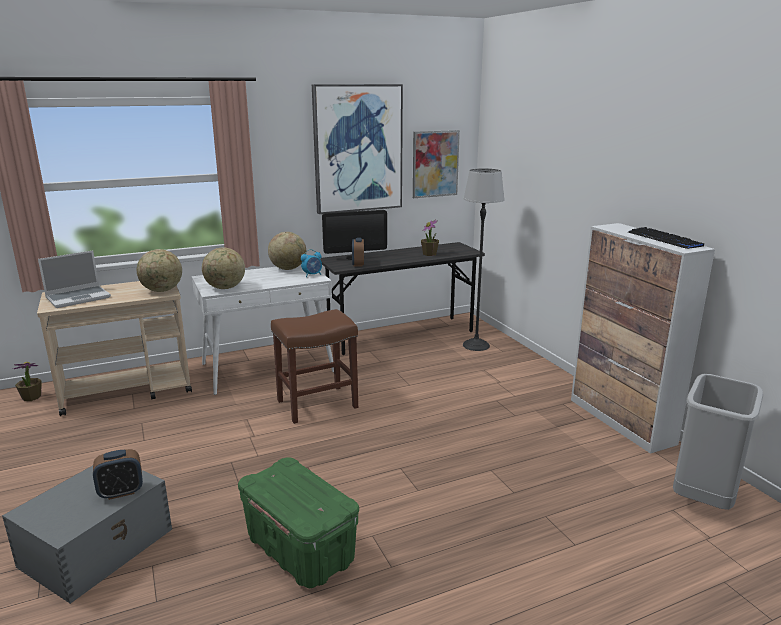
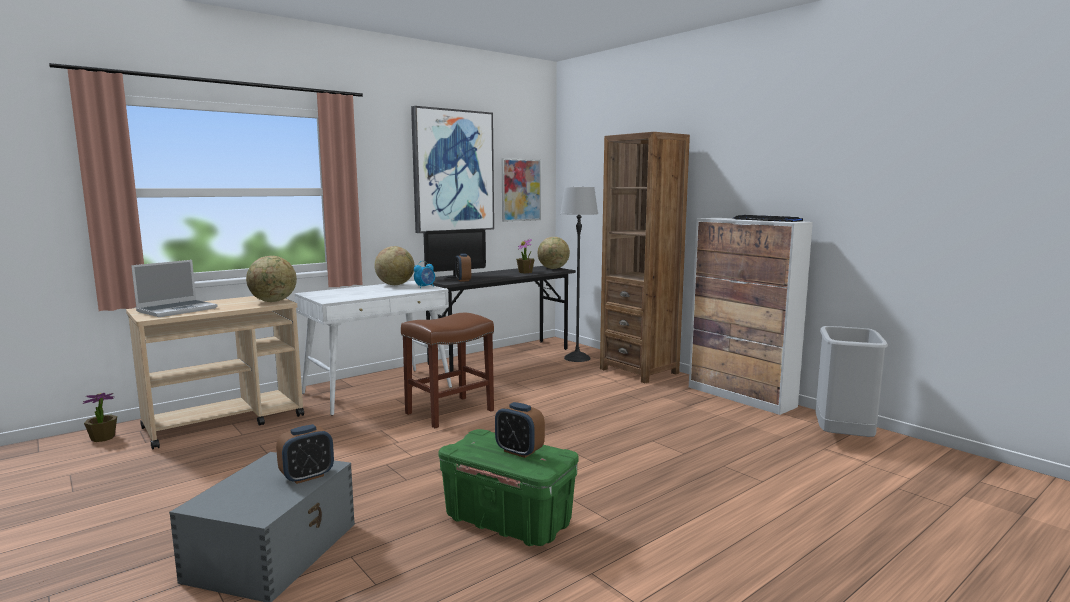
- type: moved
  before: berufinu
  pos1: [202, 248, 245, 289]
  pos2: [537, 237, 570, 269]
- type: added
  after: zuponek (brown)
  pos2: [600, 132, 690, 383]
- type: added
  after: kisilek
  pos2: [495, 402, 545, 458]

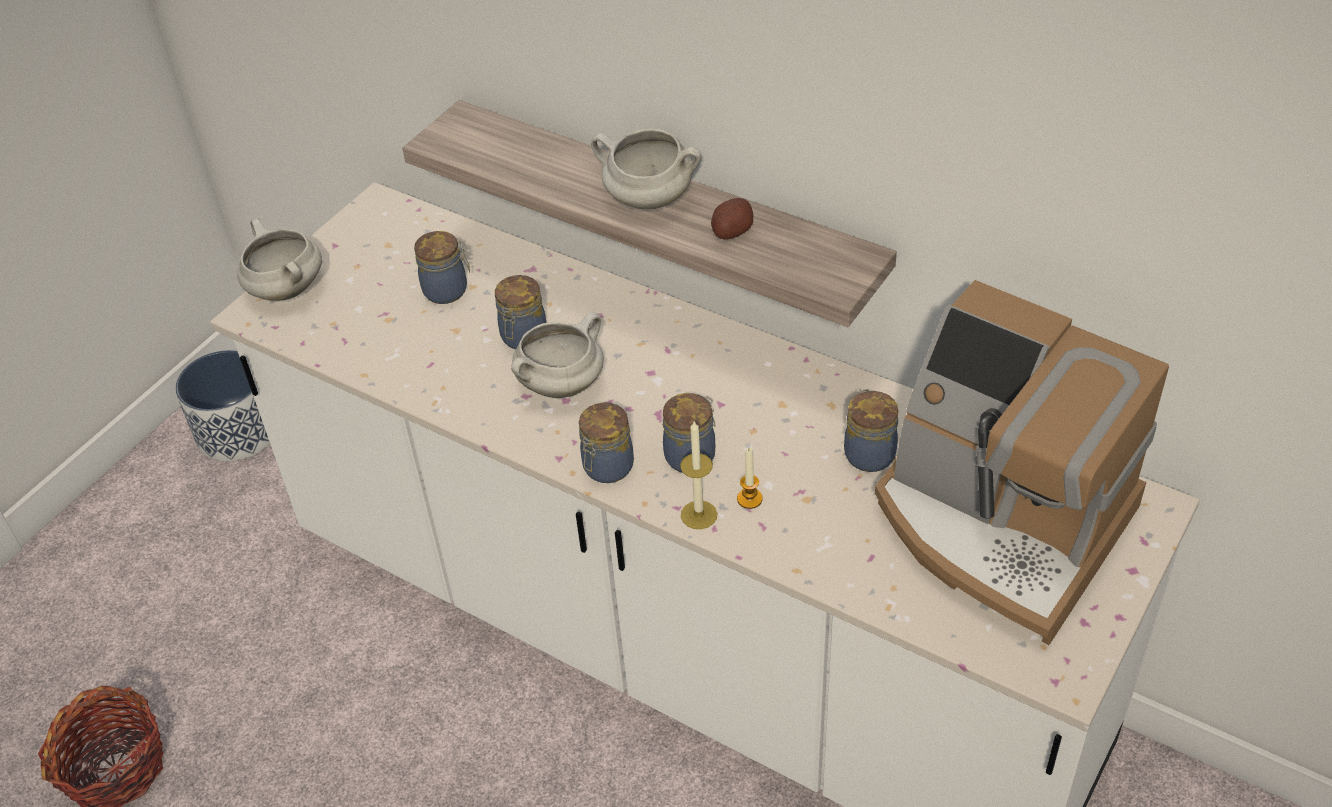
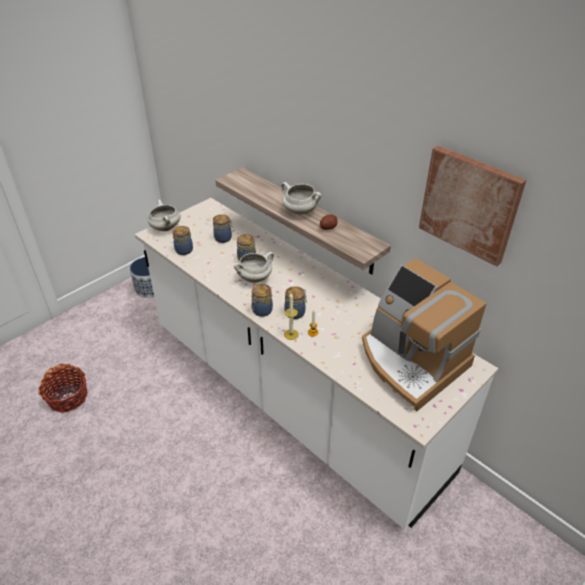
- type: moved
  before: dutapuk
  pos1: [844, 389, 898, 472]
  pos2: [172, 226, 193, 255]
- type: added
  after: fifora
  pos2: [419, 146, 526, 266]

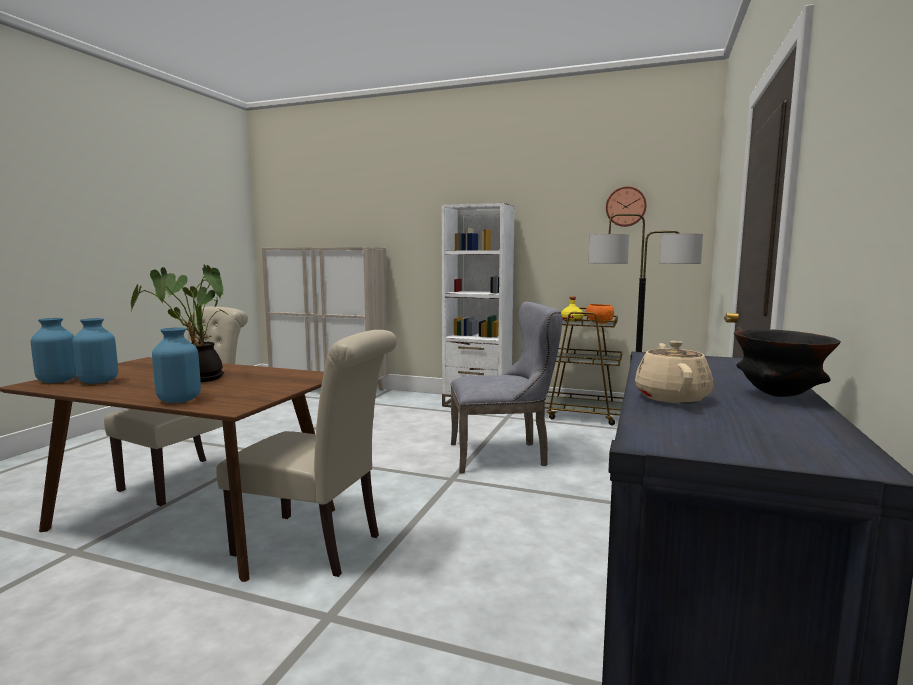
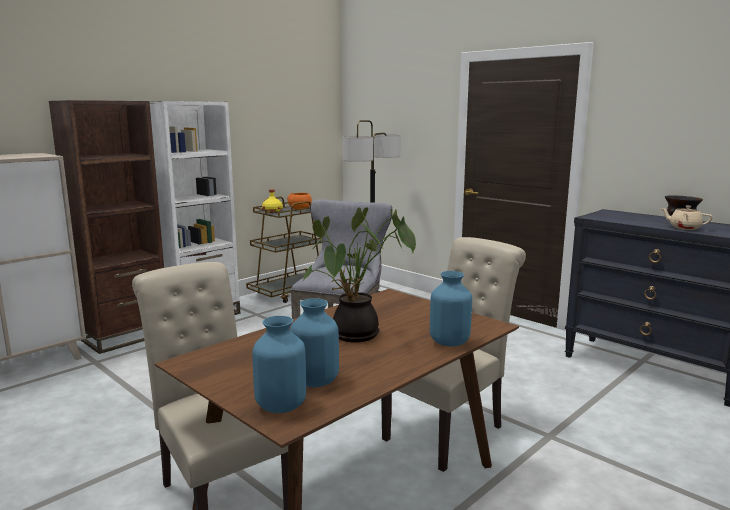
- type: removed
  before: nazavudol
  pos1: [606, 186, 647, 227]
- type: added
  after: zuponek (brown)
  pos2: [49, 100, 164, 354]

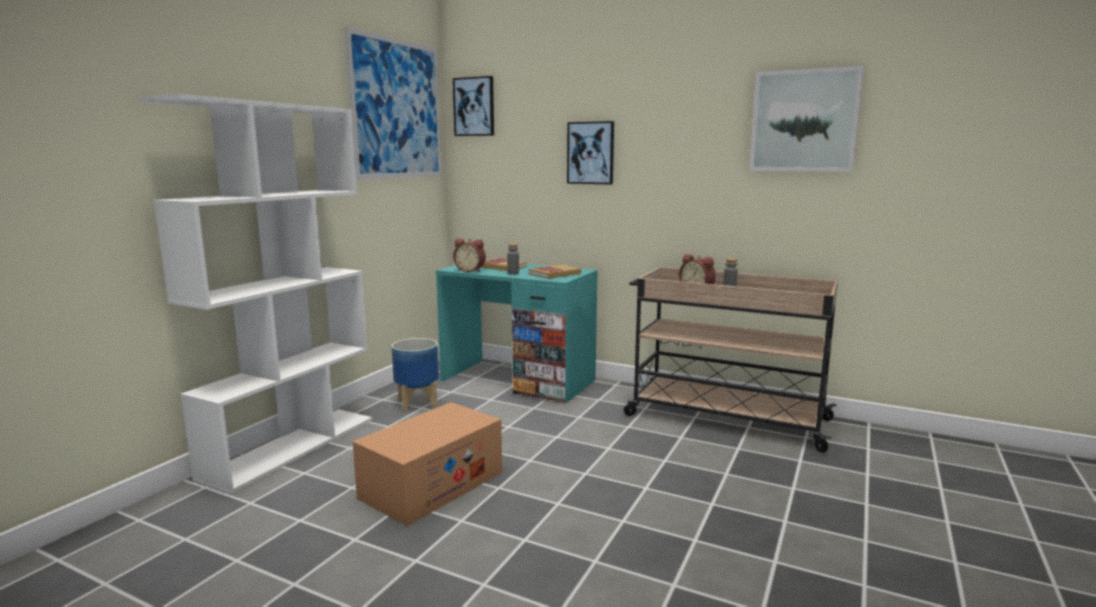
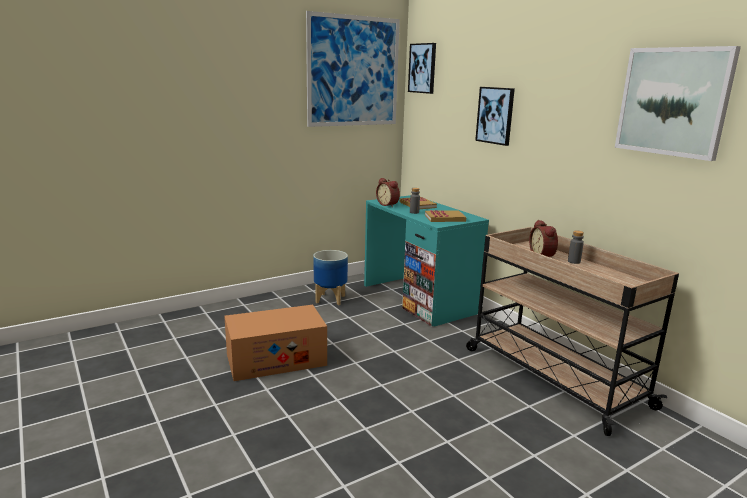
- type: removed
  before: zuponek (white)
  pos1: [139, 94, 372, 494]

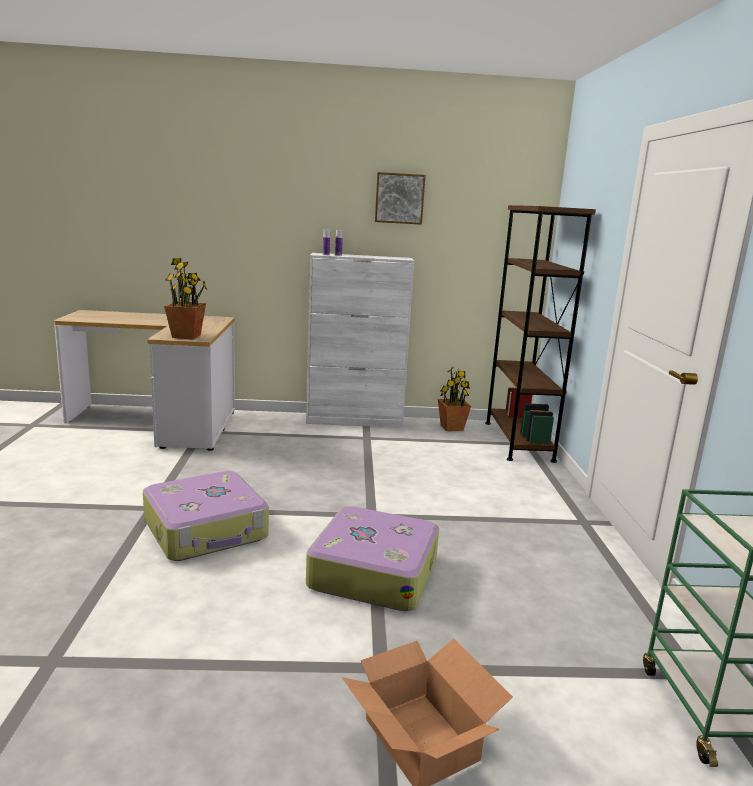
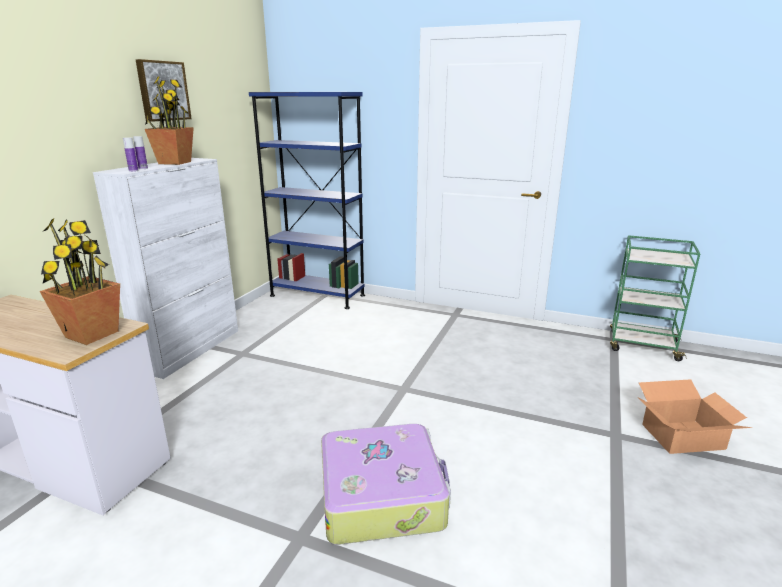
- type: recoloured
  before: zuponek (brown)
  after: zuponek (blue)
  pos1: [485, 205, 596, 463]
  pos2: [249, 92, 365, 309]
- type: moved
  before: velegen
  pos1: [438, 367, 471, 431]
  pos2: [145, 76, 194, 165]
- type: removed
  before: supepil
  pos1: [306, 506, 439, 611]

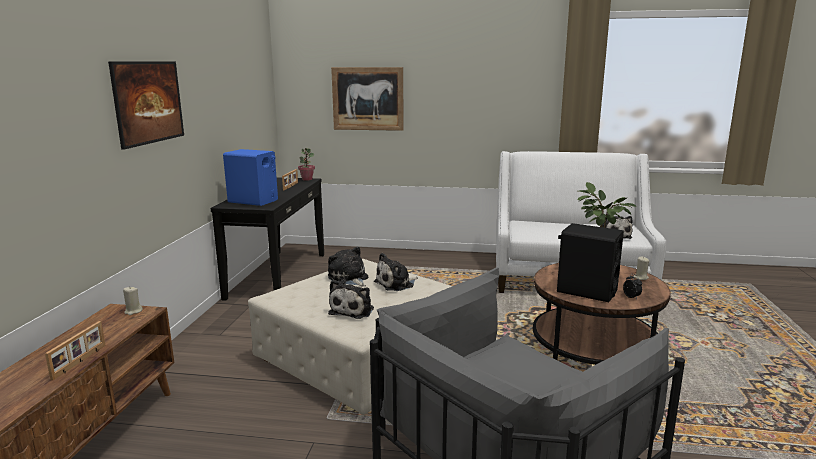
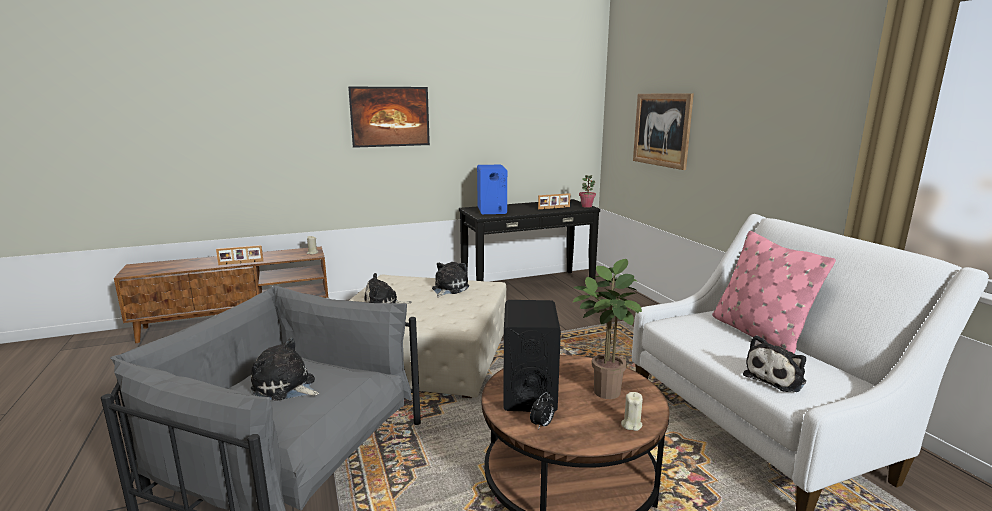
- type: moved
  before: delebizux
  pos1: [374, 253, 418, 291]
  pos2: [251, 338, 319, 401]
- type: added
  after: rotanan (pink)
  pos2: [712, 231, 836, 354]

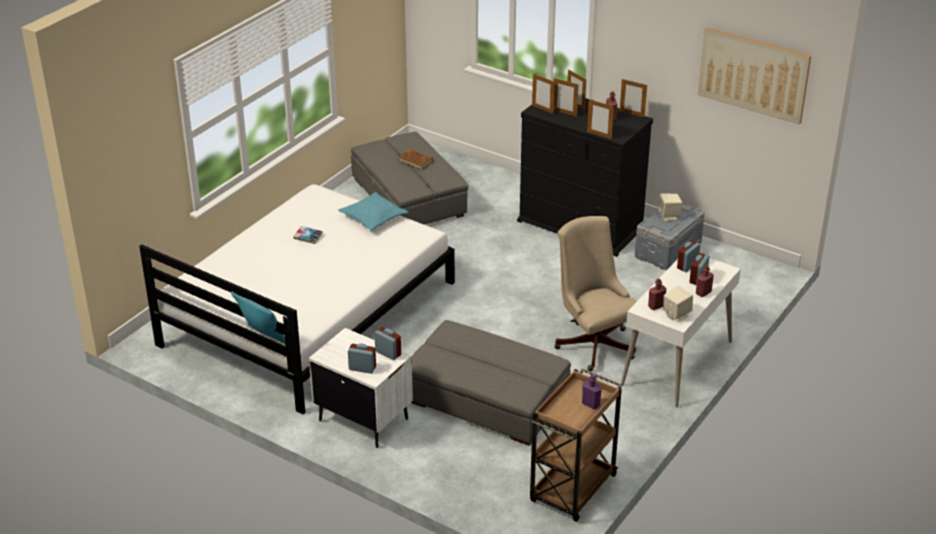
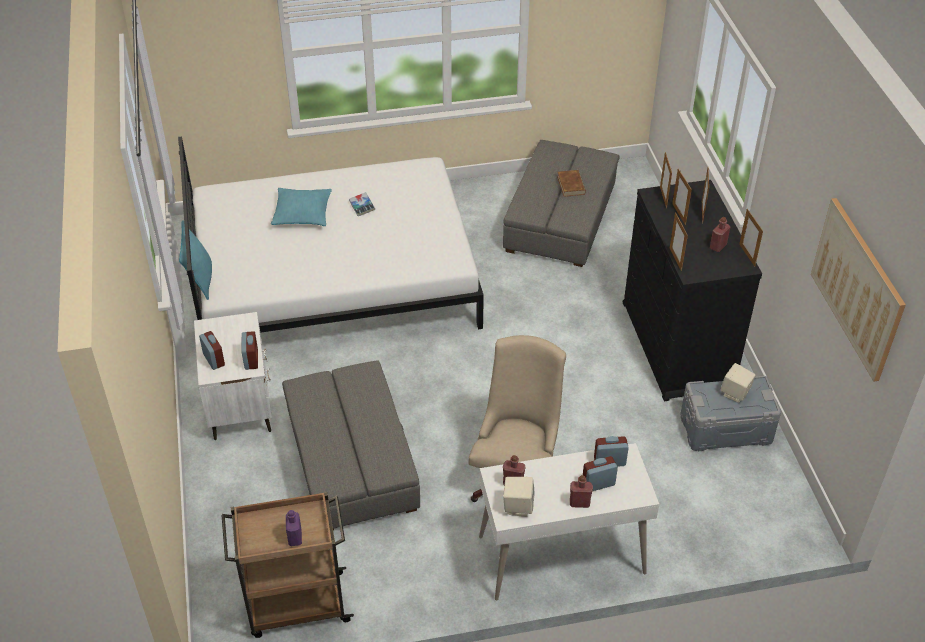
- type: moved
  before: rotanan (turquoise)
  pos1: [339, 192, 408, 231]
  pos2: [271, 188, 332, 226]

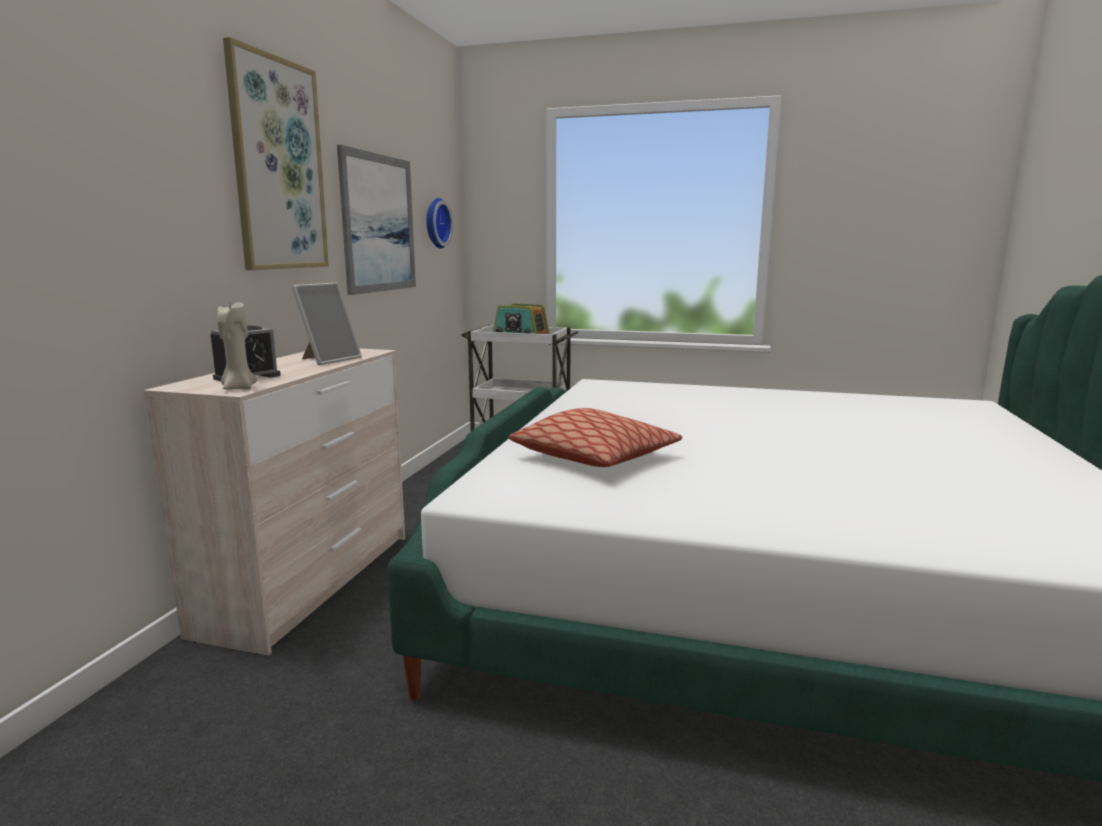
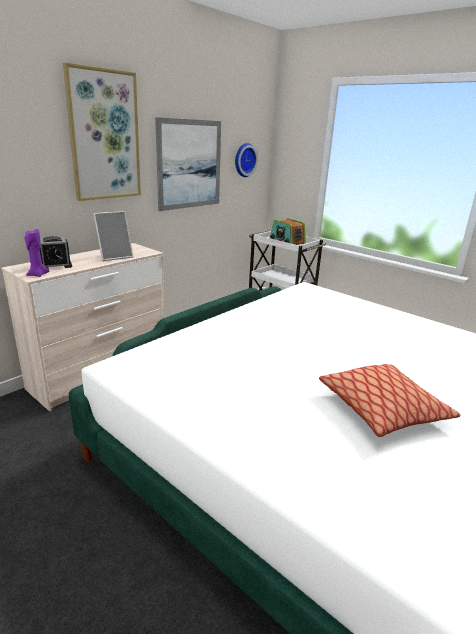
- type: recoloured
  before: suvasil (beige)
  after: suvasil (purple)
  pos1: [217, 300, 257, 390]
  pos2: [25, 229, 50, 277]
- type: moved
  before: rotanan
  pos1: [509, 408, 682, 467]
  pos2: [319, 364, 461, 437]

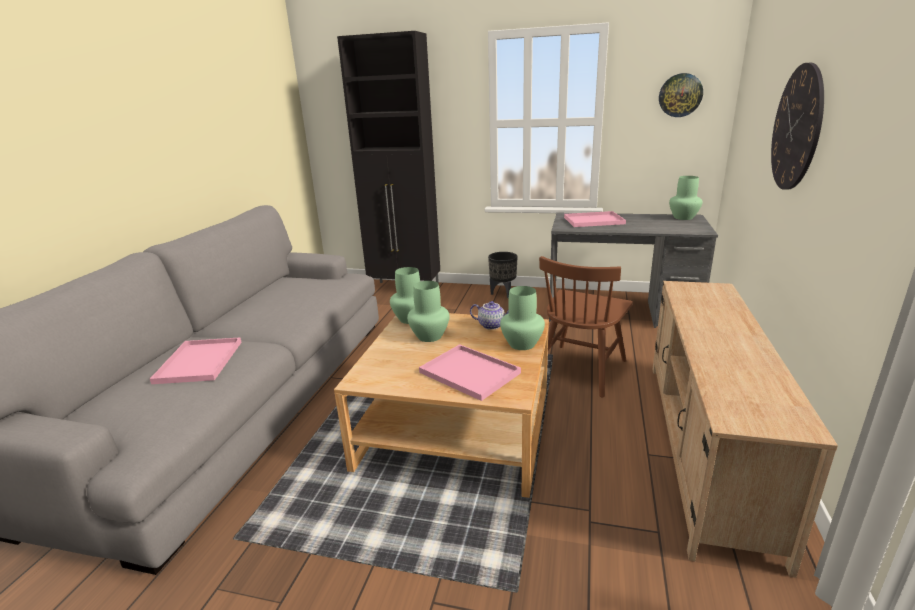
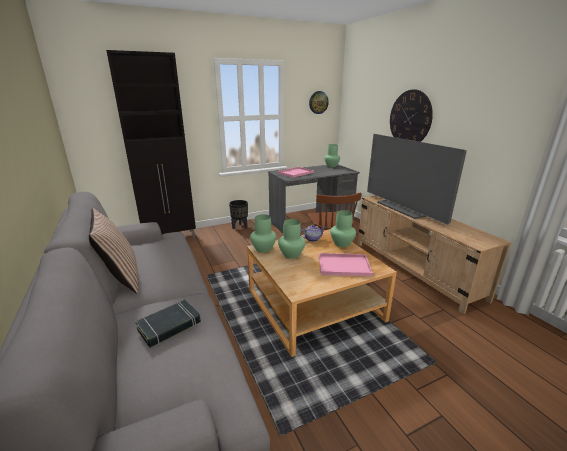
- type: replaced
  before: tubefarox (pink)
  after: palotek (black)
  pos1: [150, 338, 242, 384]
  pos2: [135, 300, 201, 348]
- type: added
  after: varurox
  pos2: [367, 134, 467, 225]
- type: added
  after: rotanan
  pos2: [89, 208, 139, 294]

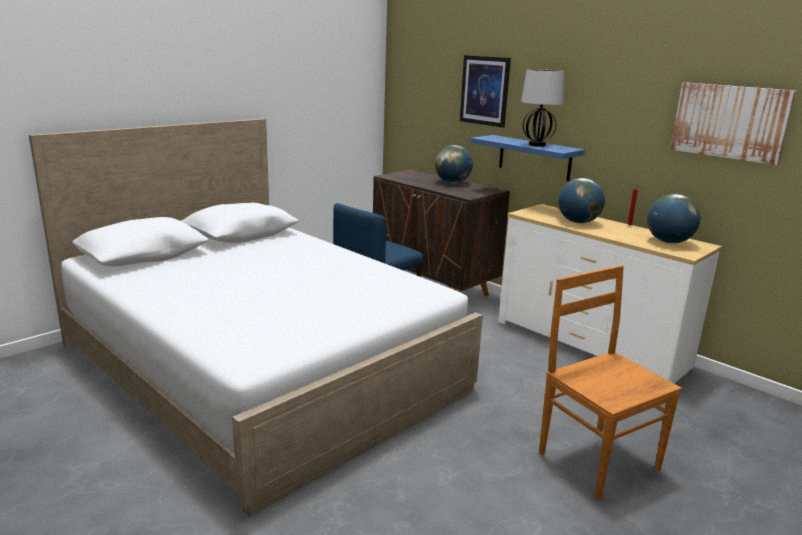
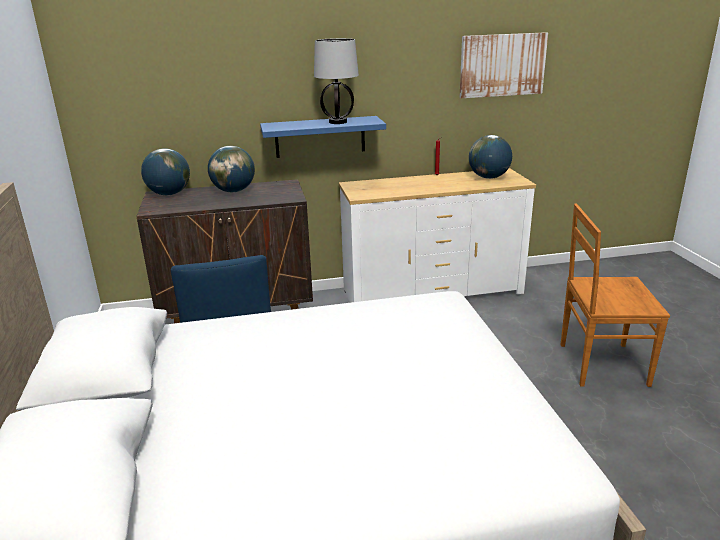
- type: removed
  before: fifora
  pos1: [460, 55, 511, 127]
- type: moved
  before: berufinu
  pos1: [558, 178, 605, 223]
  pos2: [141, 148, 190, 195]

